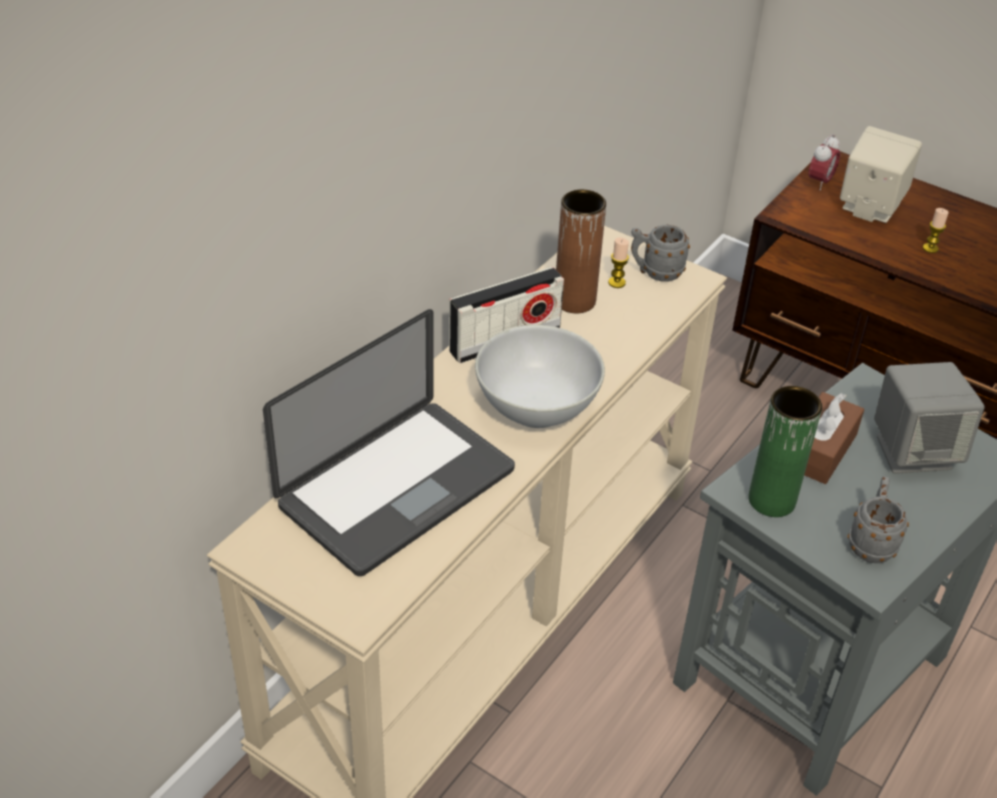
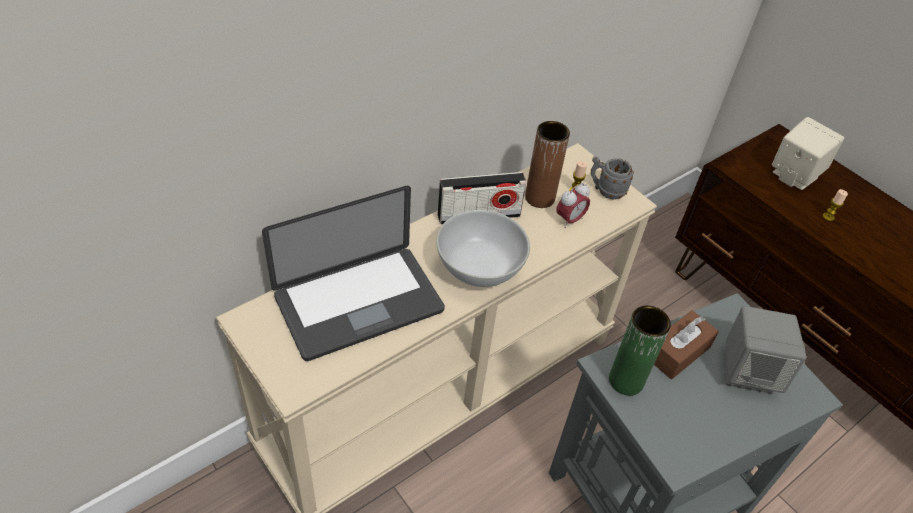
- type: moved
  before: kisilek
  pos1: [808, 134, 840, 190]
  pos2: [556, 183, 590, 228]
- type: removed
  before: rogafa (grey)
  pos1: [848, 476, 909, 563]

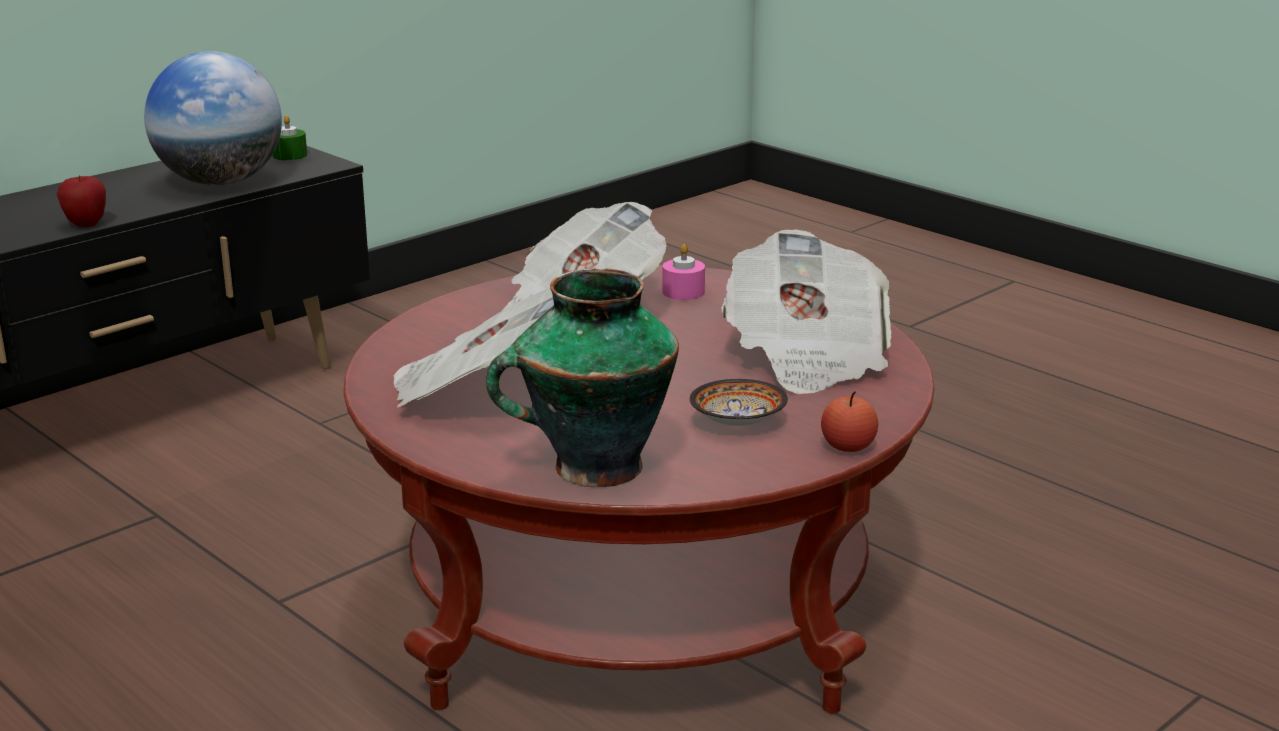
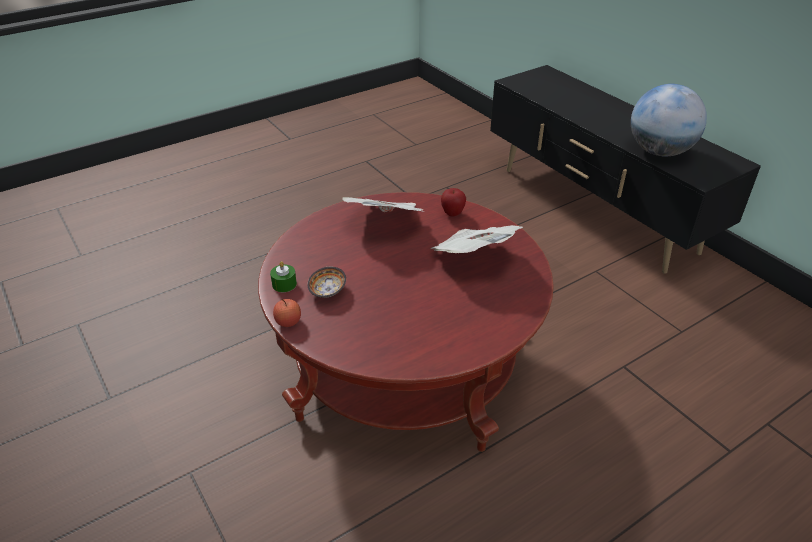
- type: moved
  before: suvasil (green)
  pos1: [272, 115, 307, 160]
  pos2: [270, 261, 297, 292]
- type: moved
  before: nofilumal
  pos1: [57, 175, 106, 227]
  pos2: [441, 188, 466, 217]
- type: removed
  before: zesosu
  pos1: [721, 230, 891, 394]
- type: removed
  before: suvasil (pink)
  pos1: [662, 244, 705, 300]
- type: removed
  before: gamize
  pos1: [486, 268, 679, 487]

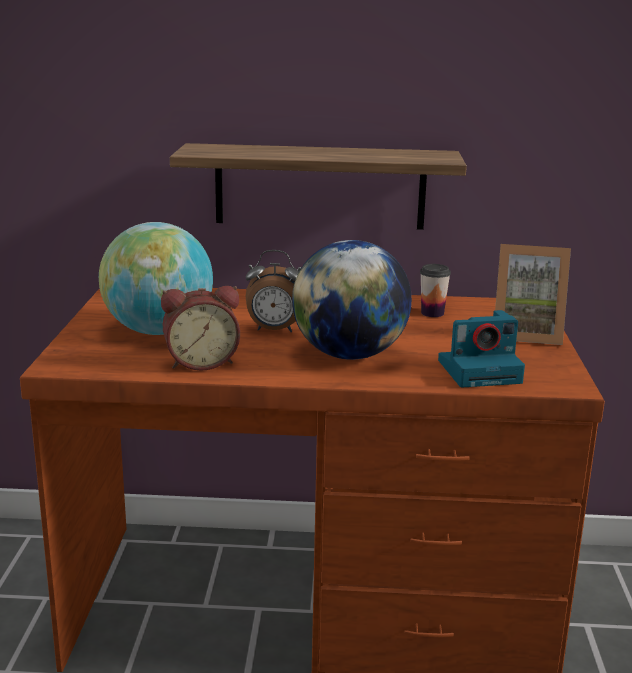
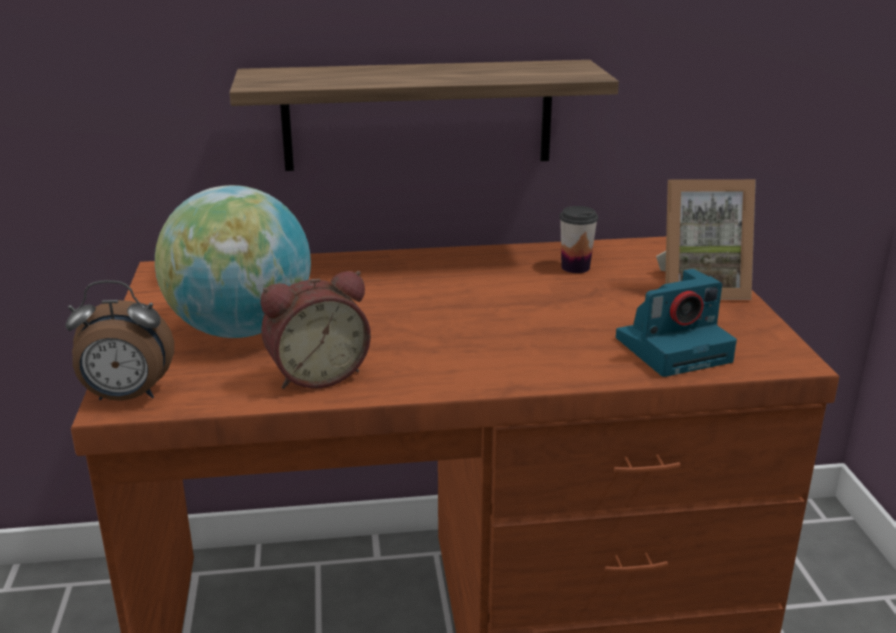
- type: removed
  before: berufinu
  pos1: [292, 240, 412, 360]
- type: moved
  before: kisilek
  pos1: [246, 250, 301, 332]
  pos2: [65, 280, 174, 401]

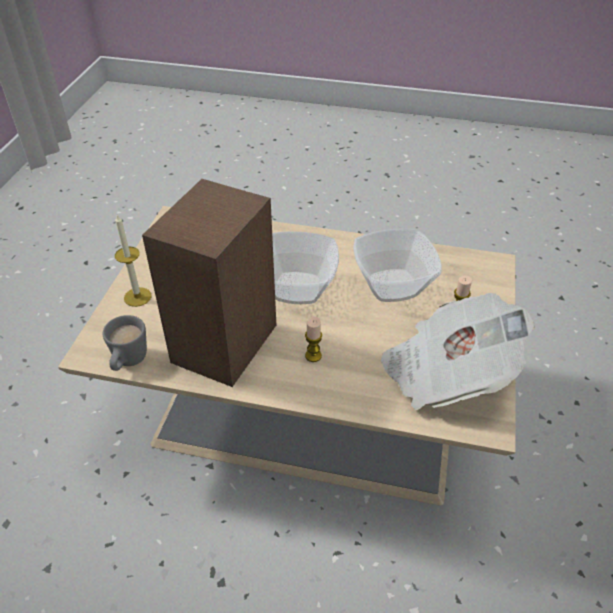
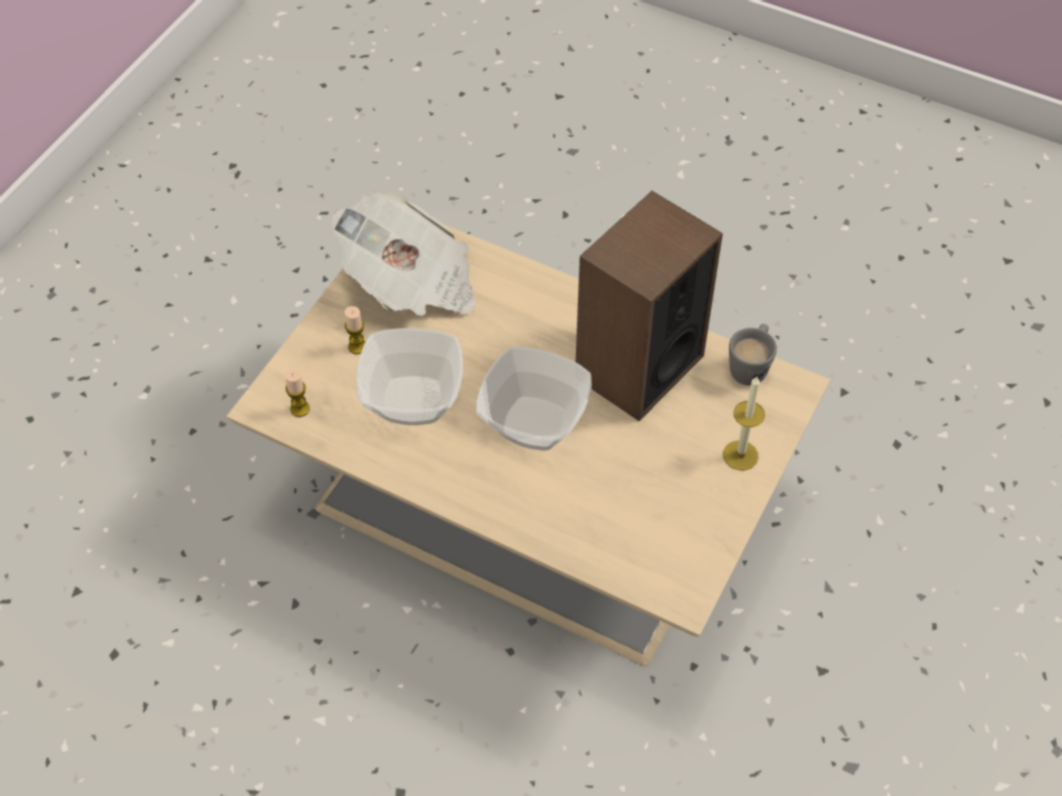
- type: moved
  before: suvasil
  pos1: [305, 317, 322, 362]
  pos2: [285, 369, 310, 417]

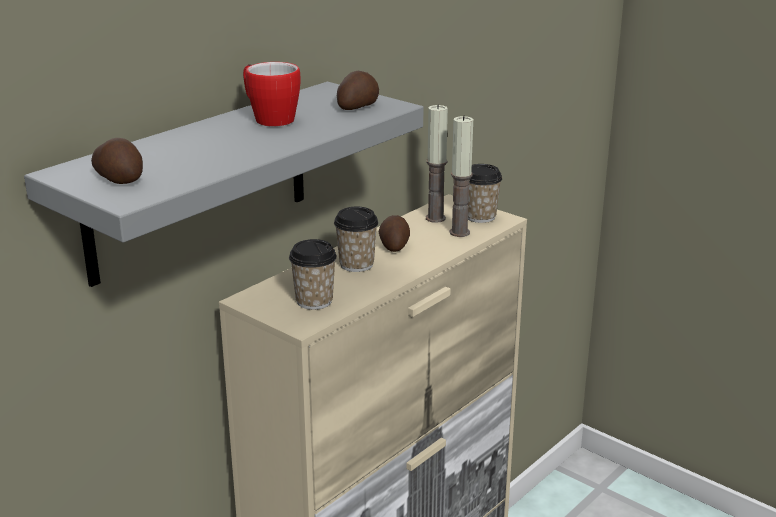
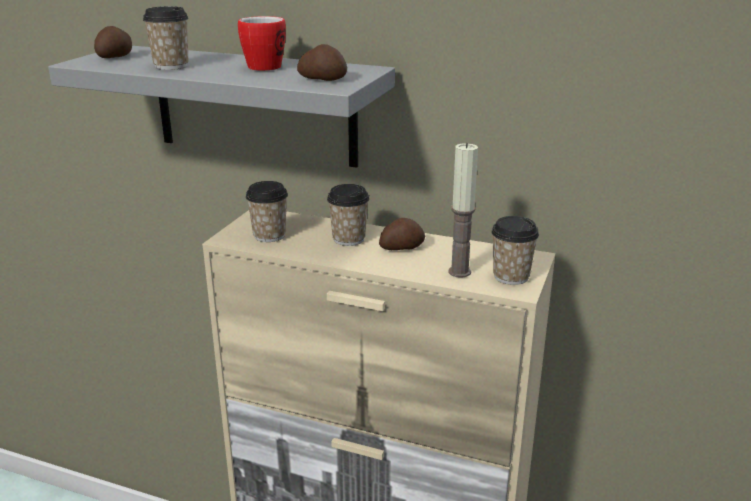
- type: removed
  before: suvasil
  pos1: [426, 104, 448, 223]
- type: added
  after: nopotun
  pos2: [143, 6, 189, 70]

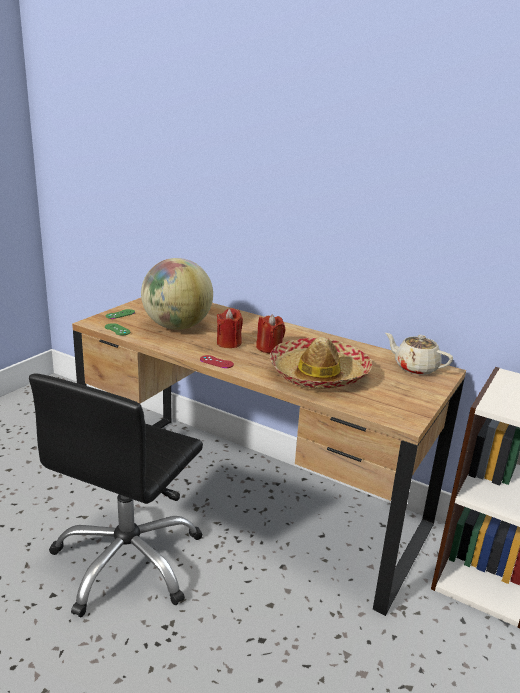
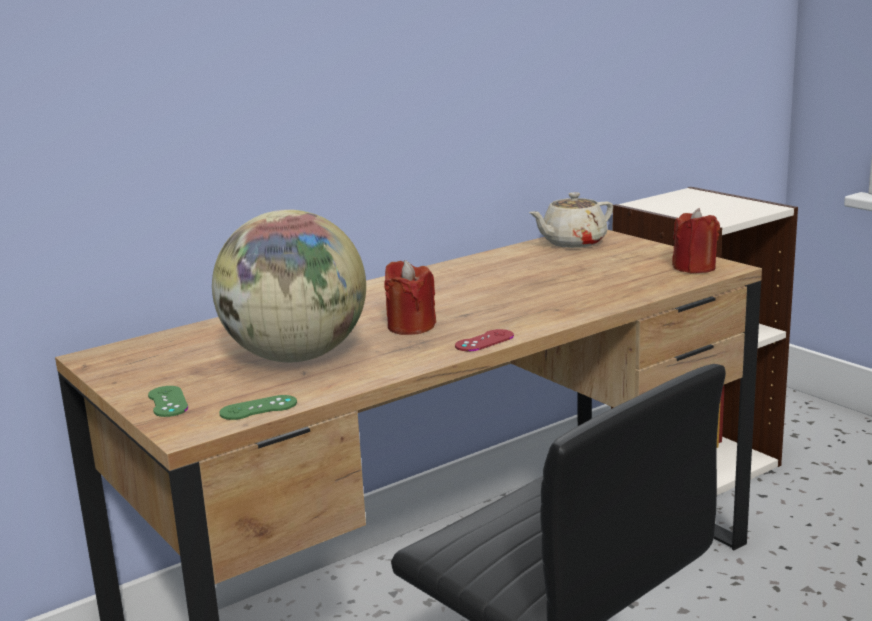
- type: moved
  before: suvasil (red)
  pos1: [256, 315, 285, 353]
  pos2: [672, 208, 720, 273]
- type: removed
  before: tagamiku
  pos1: [270, 337, 372, 389]

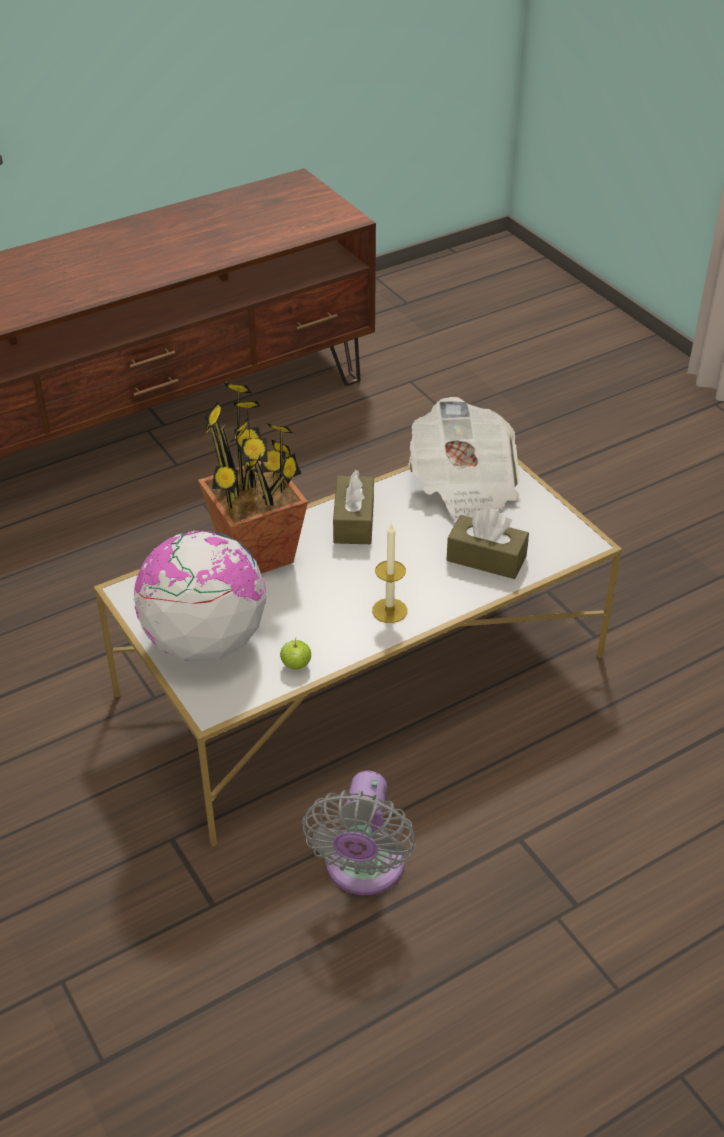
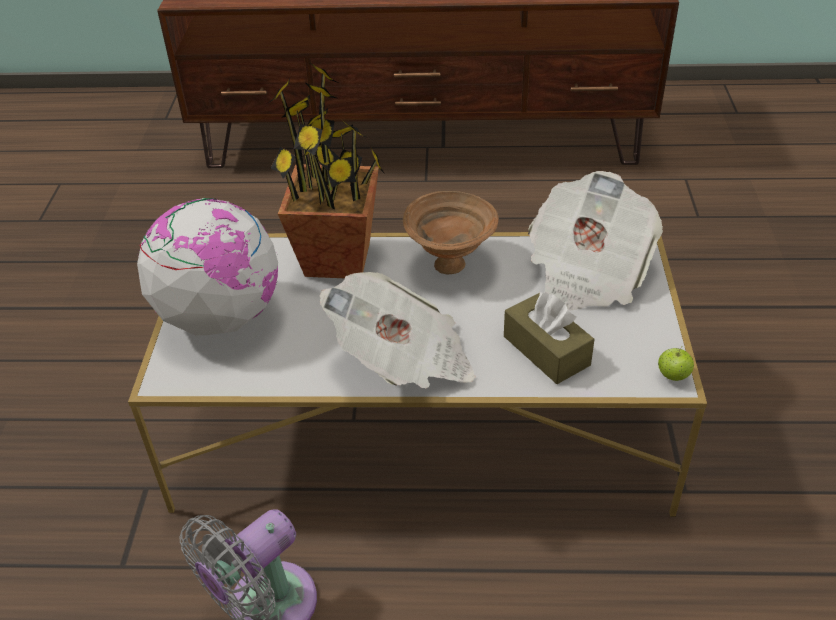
- type: replaced
  before: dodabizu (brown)
  after: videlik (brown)
  pos1: [333, 470, 374, 544]
  pos2: [403, 191, 499, 275]
- type: replaced
  before: suvasil
  after: zesosu
  pos1: [372, 523, 407, 623]
  pos2: [320, 272, 476, 389]
- type: moved
  before: nofilumal
  pos1: [280, 637, 311, 670]
  pos2: [658, 346, 694, 381]

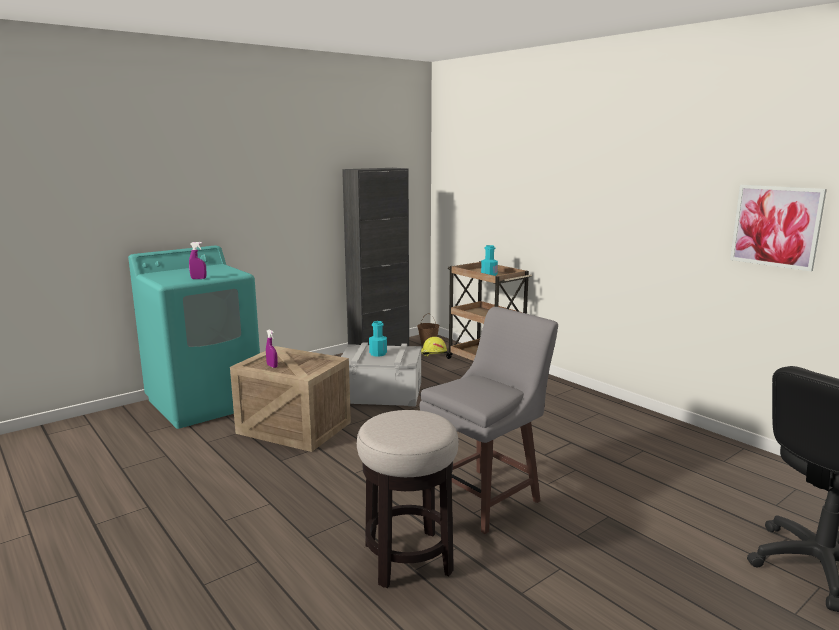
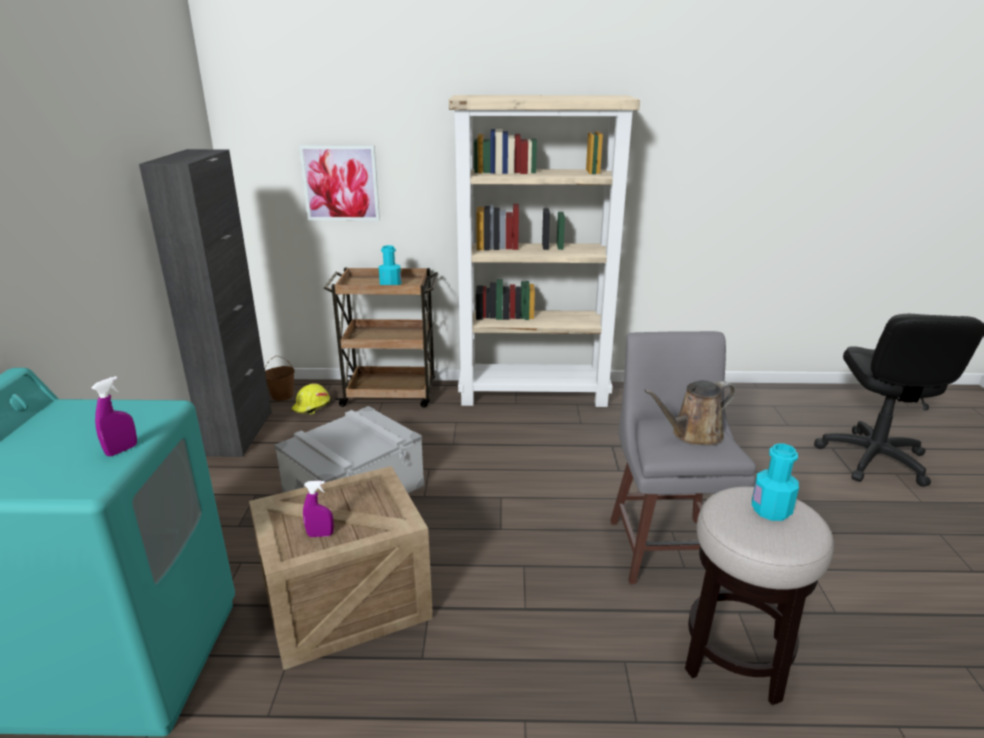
- type: moved
  before: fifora
  pos1: [730, 185, 827, 271]
  pos2: [299, 145, 380, 221]
- type: moved
  before: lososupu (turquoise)
  pos1: [369, 321, 387, 357]
  pos2: [752, 443, 799, 521]
- type: added
  after: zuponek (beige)
  pos2: [449, 95, 640, 407]
- type: added
  after: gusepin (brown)
  pos2: [644, 380, 736, 445]

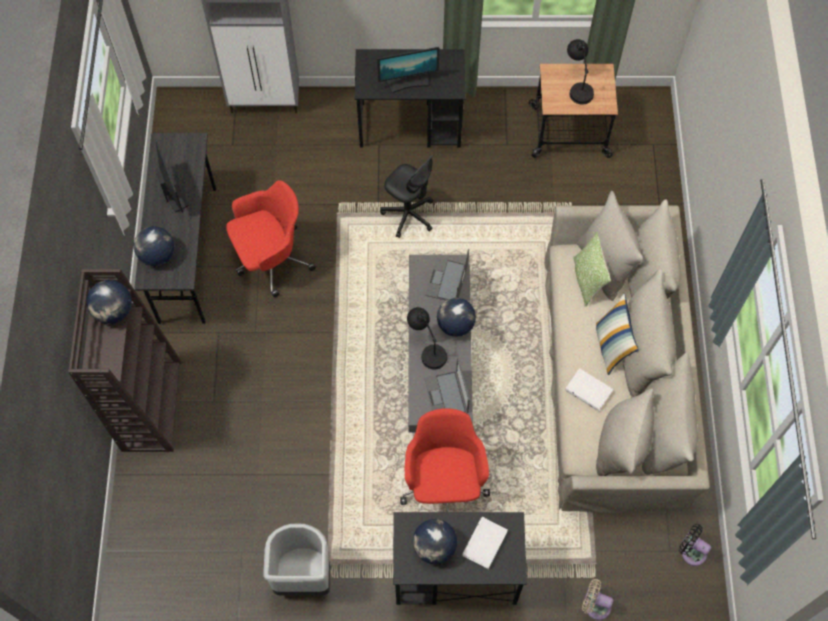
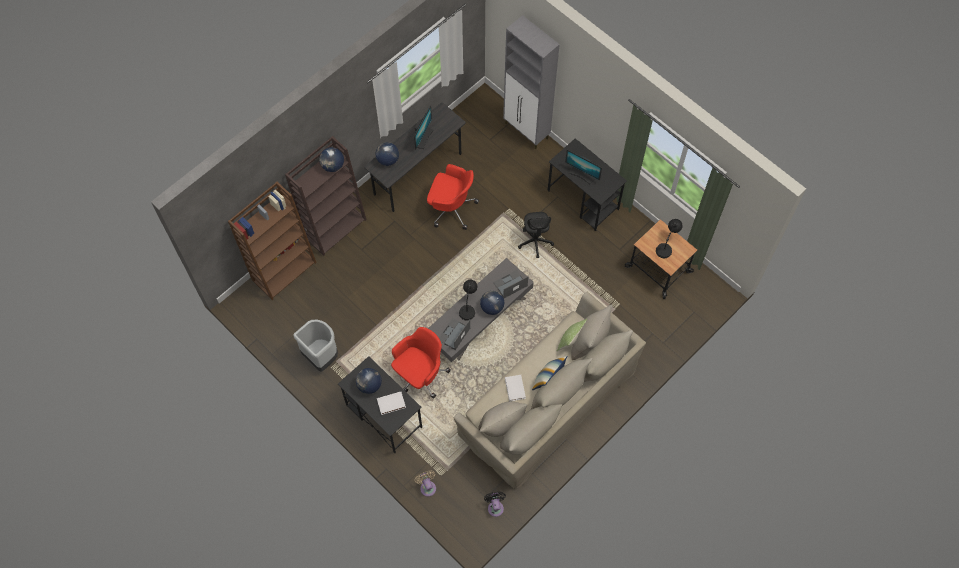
- type: added
  after: zuponek (brown)
  pos2: [228, 182, 317, 300]

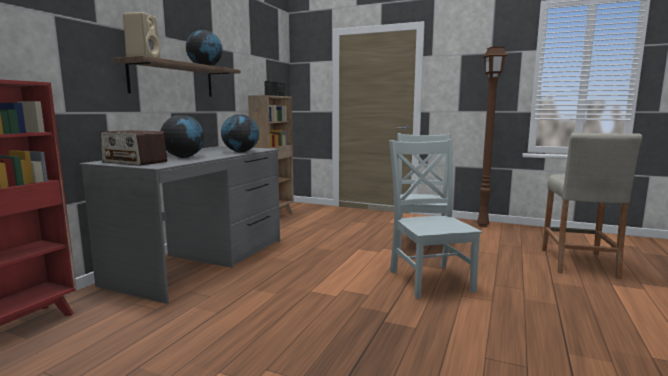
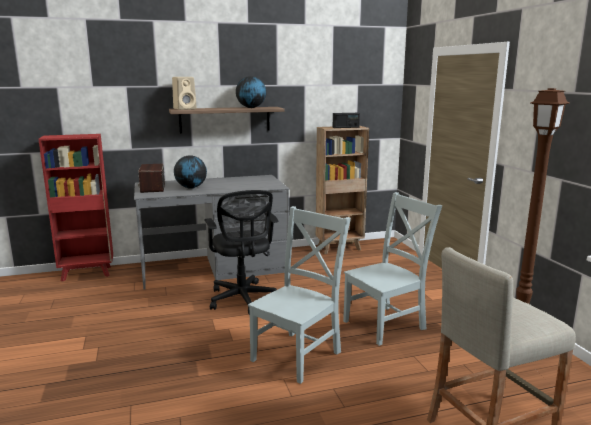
- type: removed
  before: berufinu
  pos1: [221, 115, 259, 152]
- type: added
  after: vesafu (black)
  pos2: [204, 190, 279, 315]

